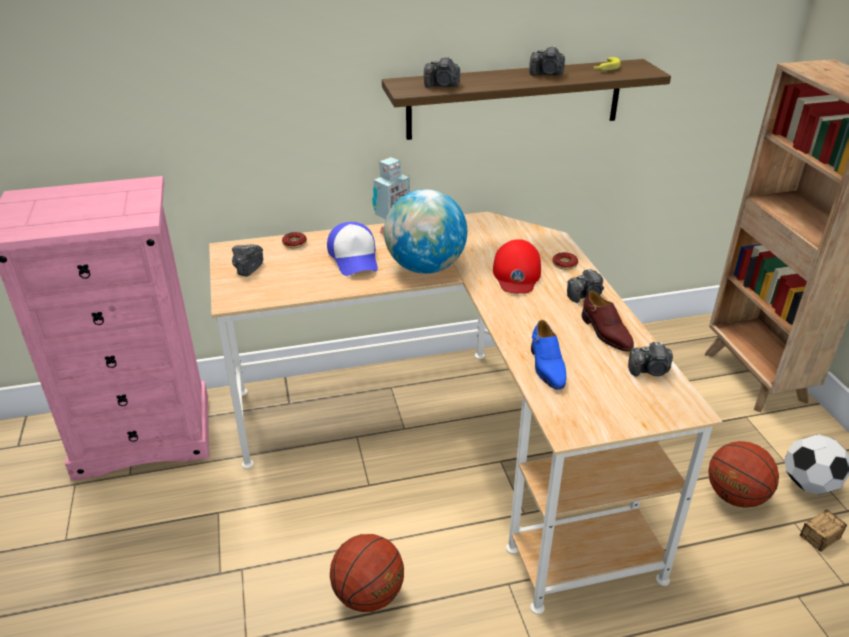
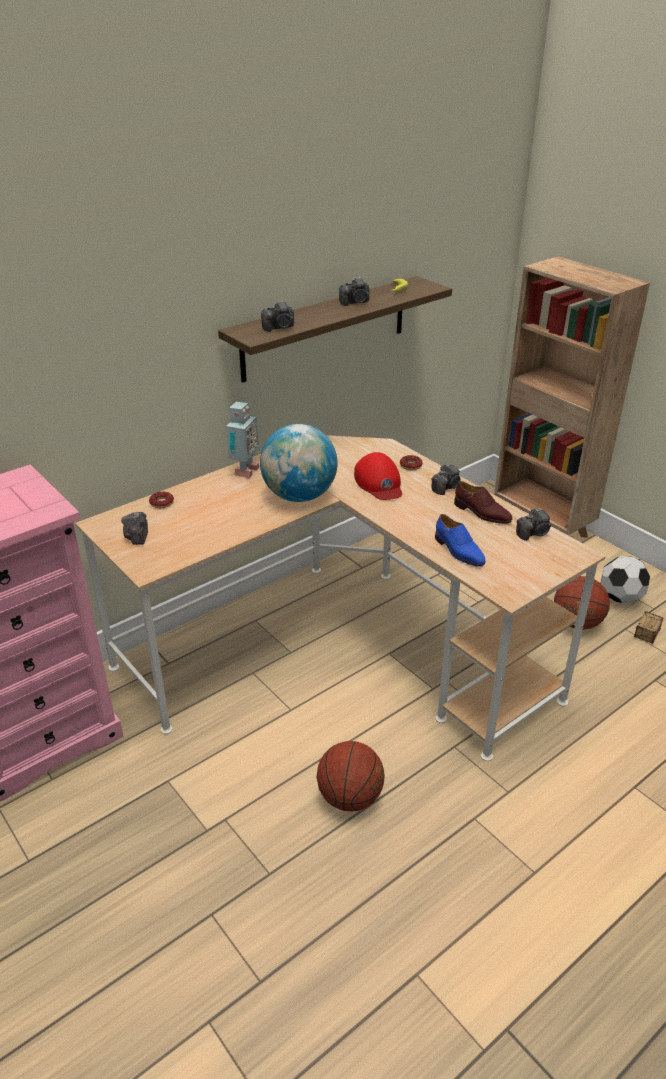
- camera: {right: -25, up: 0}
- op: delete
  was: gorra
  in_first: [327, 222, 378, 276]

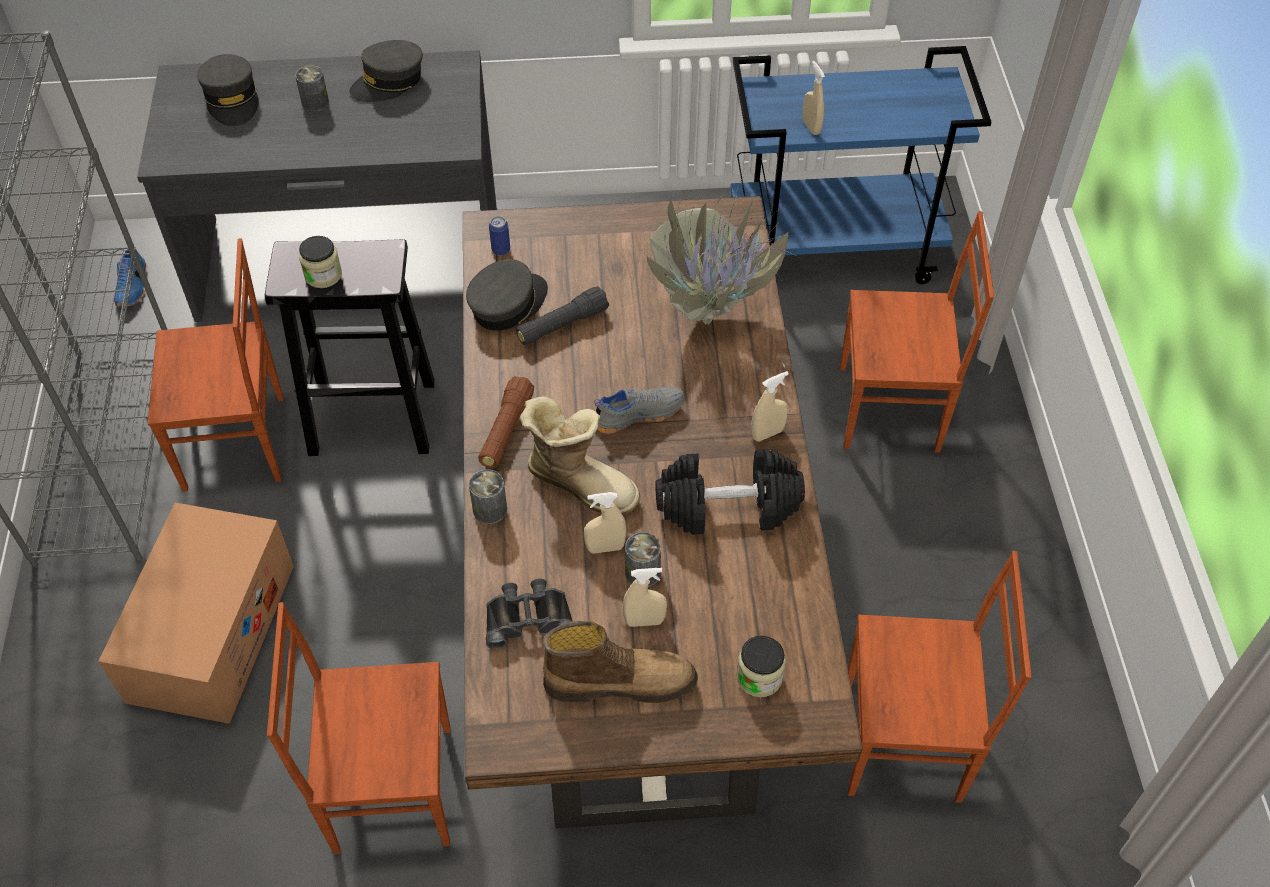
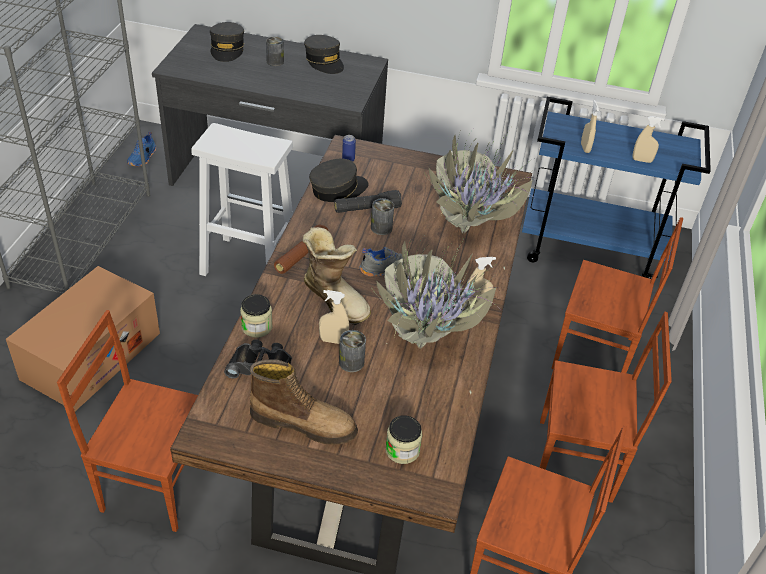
- camera: {right: 15, up: -10}
- op: recolor
  was: taburete (negro)
  now: taburete (blanco)
  in_first: [265, 239, 435, 456]
  in_second: [191, 123, 293, 276]
- op: move
  was: tarro
  in_first: [299, 236, 342, 288]
  in_second: [240, 294, 273, 338]
- op: rotate
  was: gorra (gris)
  in_first: [349, 40, 423, 102]
  in_second: [304, 35, 344, 74]
  clockwise: -105
- op: move
  was: lata
  in_first: [469, 469, 507, 524]
  in_second: [371, 198, 394, 235]
- op: replace
  was: mancuerna (negro)
  now: planta en maceta
  in_first: [655, 449, 805, 535]
  in_second: [372, 230, 502, 394]
- op: move
  was: silla (marrón)
  in_first: [147, 238, 284, 491]
  in_second: [539, 312, 672, 503]
- op: move
  was: pulverizador (beis)
  in_first: [623, 568, 667, 627]
  in_second: [632, 116, 665, 163]

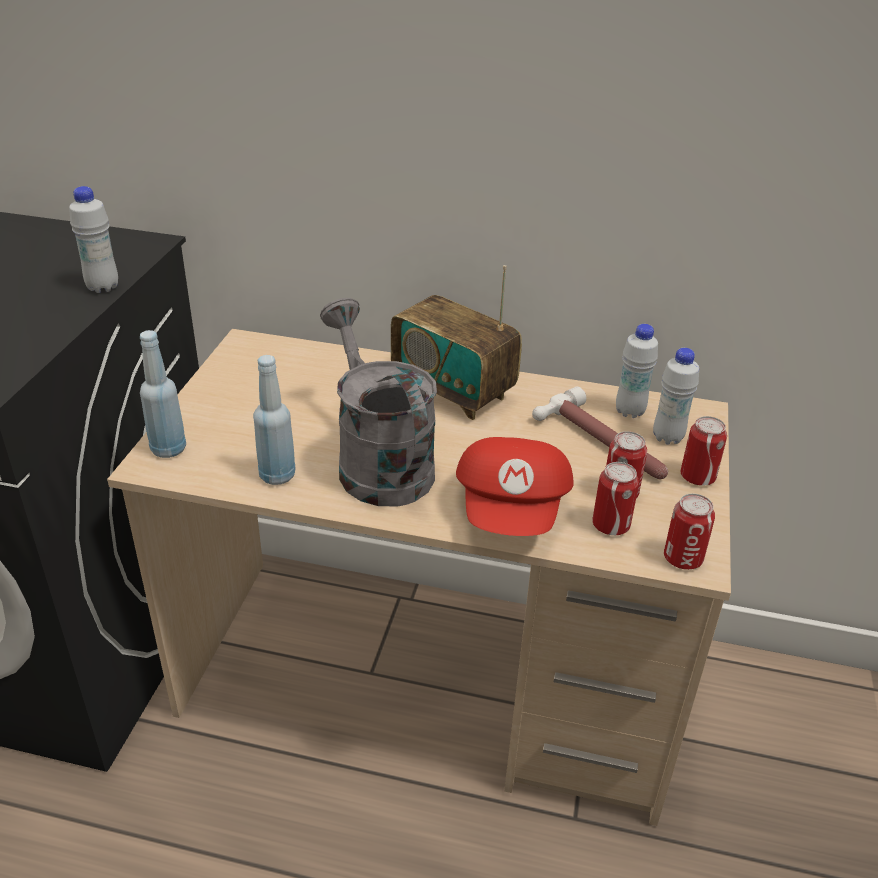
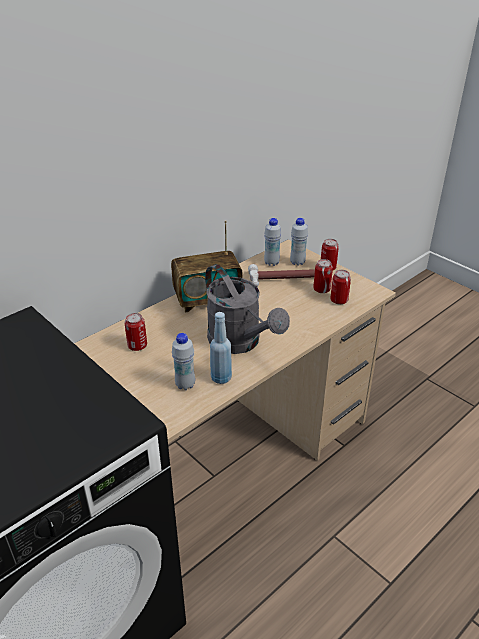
- camera: {right: -55, up: 0}
- op: move
  was: lata
  in_first: [664, 494, 715, 570]
  in_second: [125, 313, 147, 351]
- op: move
  was: botella (blanco)
  in_first: [69, 186, 118, 293]
  in_second: [172, 333, 195, 390]
- op: rotate
  was: regadera (gris)
  in_first: [320, 298, 437, 506]
  in_second: [205, 264, 290, 354]
  clockwise: -135
- op: delete
  was: botella (azul)
  in_first: [140, 330, 186, 458]
- op: delete
  was: gorra (rojo)
  in_first: [456, 437, 574, 536]

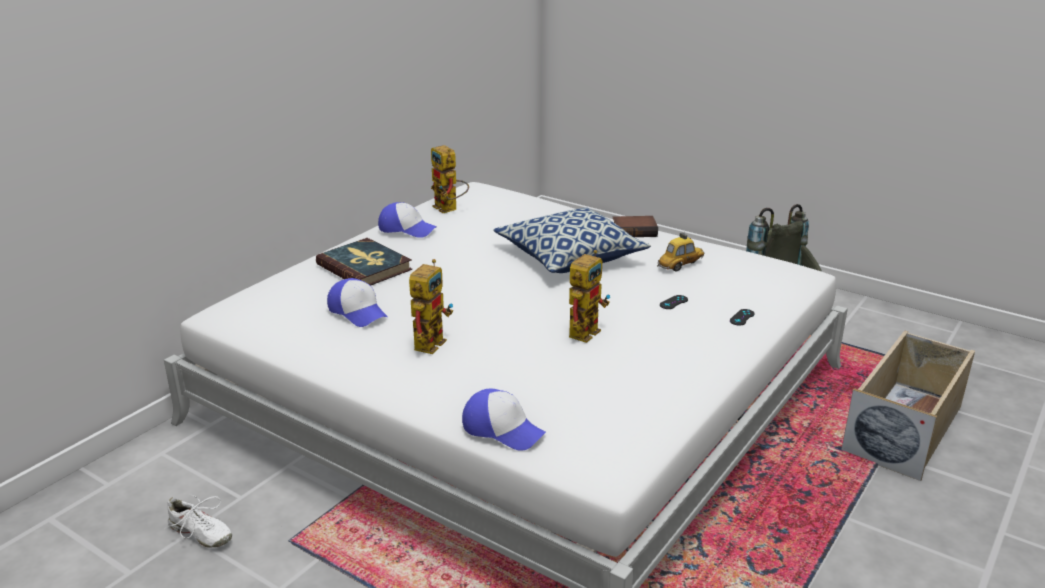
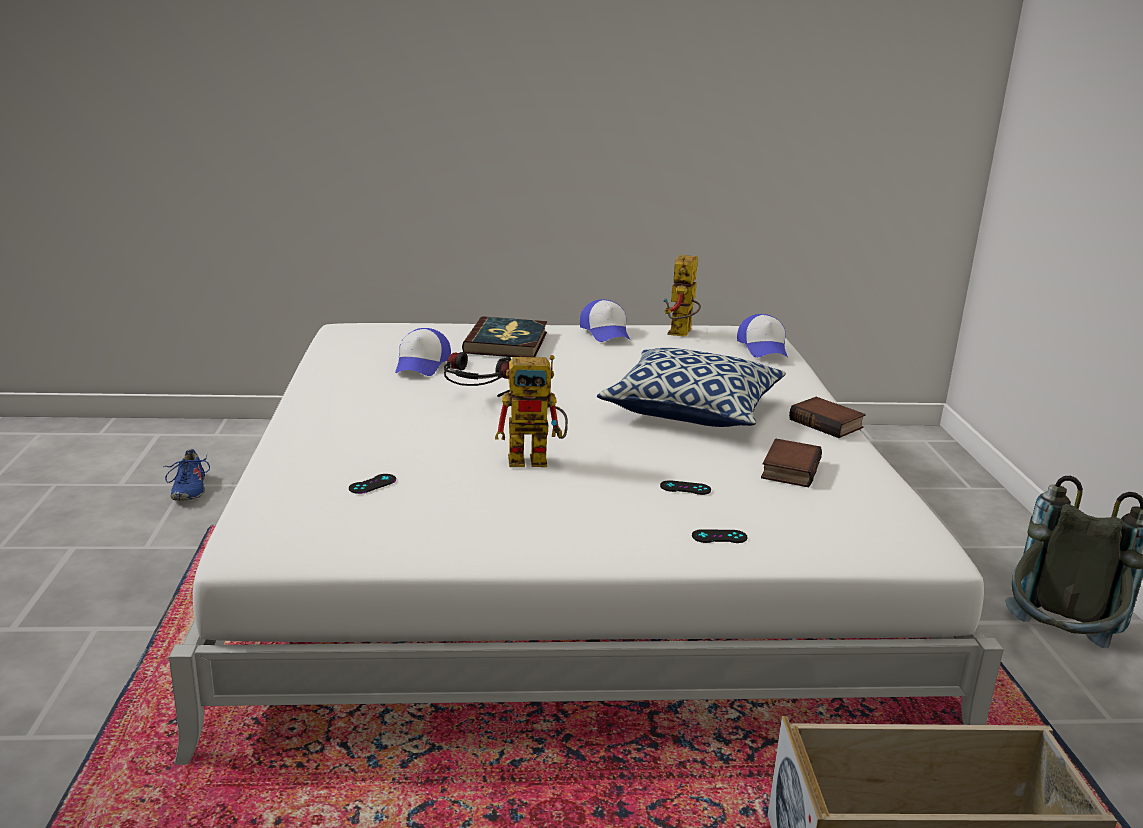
- camera: {right: 50, up: -5}
- op: recolor
  was: zapato (blanco)
  now: zapato (azul)
  in_first: [165, 493, 232, 548]
  in_second: [163, 449, 210, 501]
- op: insert
  now: mando de consola (negro)
  in_second: [349, 474, 396, 494]
- op: insert
  now: auriculares
  in_second: [444, 352, 511, 397]
- op: move
  was: gorra
  in_first: [462, 388, 546, 451]
  in_second: [737, 314, 788, 357]
- op: replace
  was: coche de juguete
  now: libro
  in_first: [657, 233, 704, 271]
  in_second: [761, 438, 822, 487]
- op: delete
  was: robot de juguete
  in_first: [409, 259, 453, 354]

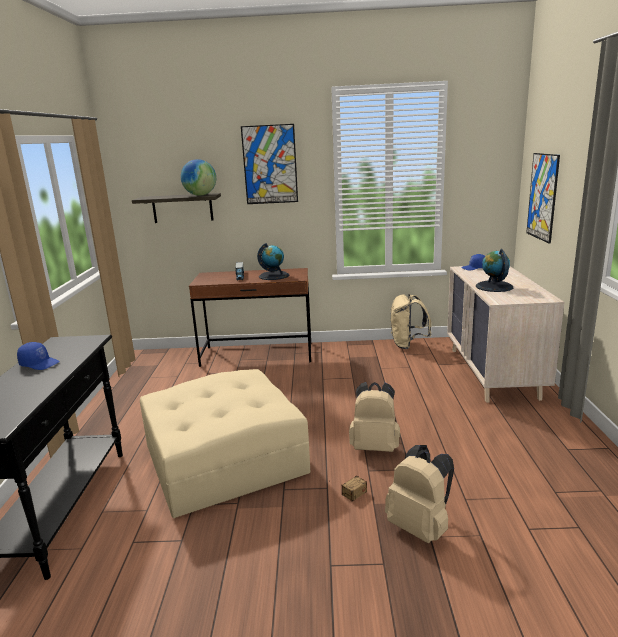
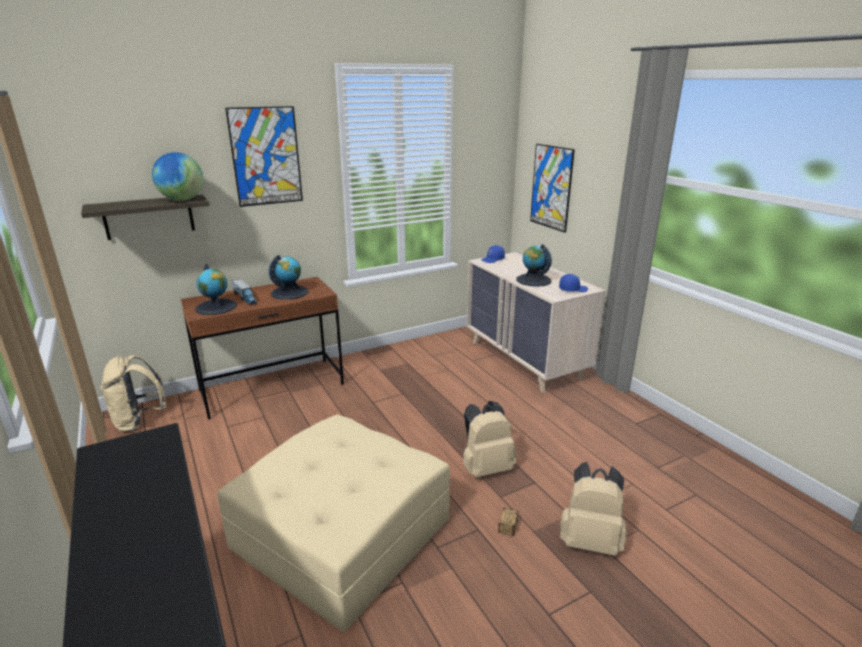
- camera: {right: -30, up: 5}
- op: move
  was: mochila (beis)
  in_first: [390, 294, 431, 349]
  in_second: [100, 355, 166, 432]
- op: insert
  now: globo terráqueo
  in_second: [195, 264, 237, 315]
- op: move
  was: gorra (azul)
  in_first: [17, 342, 60, 370]
  in_second: [559, 274, 588, 292]

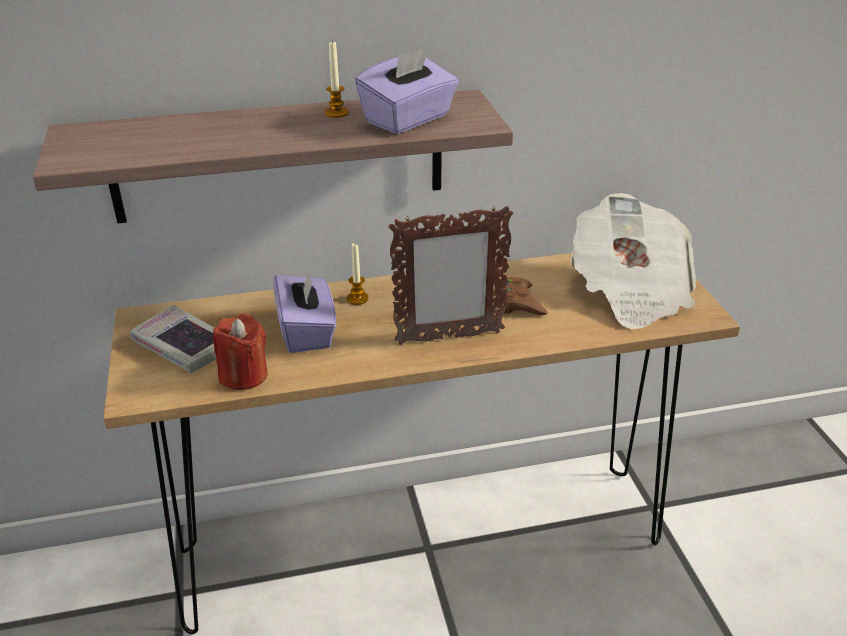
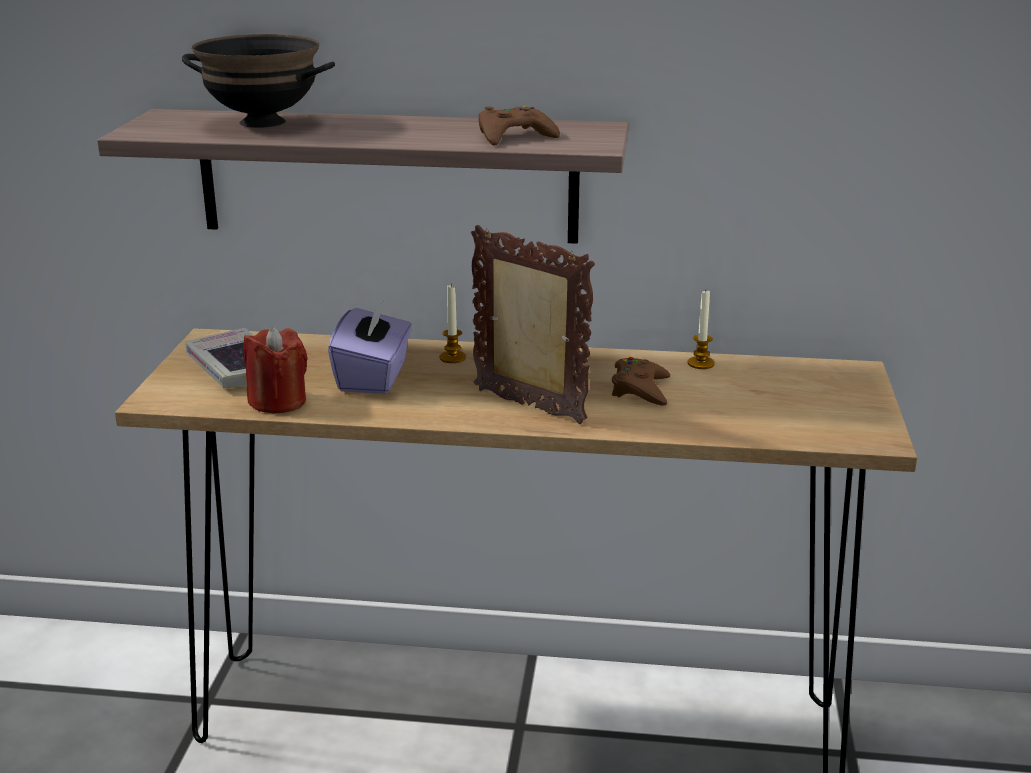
- camera: {right: 20, up: -10}
- op: insert
  now: cuenco (negro)
  in_second: [182, 34, 335, 128]
- op: rotate
  was: portarretratos
  in_first: [389, 206, 513, 345]
  in_second: [471, 225, 595, 424]
  clockwise: -150
- op: replace
  was: caja de pañuelos (morado)
  now: mando de consola (marrón)
  in_first: [355, 47, 459, 134]
  in_second: [479, 106, 560, 145]
- op: move
  was: vela
  in_first: [325, 41, 349, 118]
  in_second: [688, 291, 715, 369]
- op: delete
  was: periódico
  in_first: [570, 193, 696, 330]

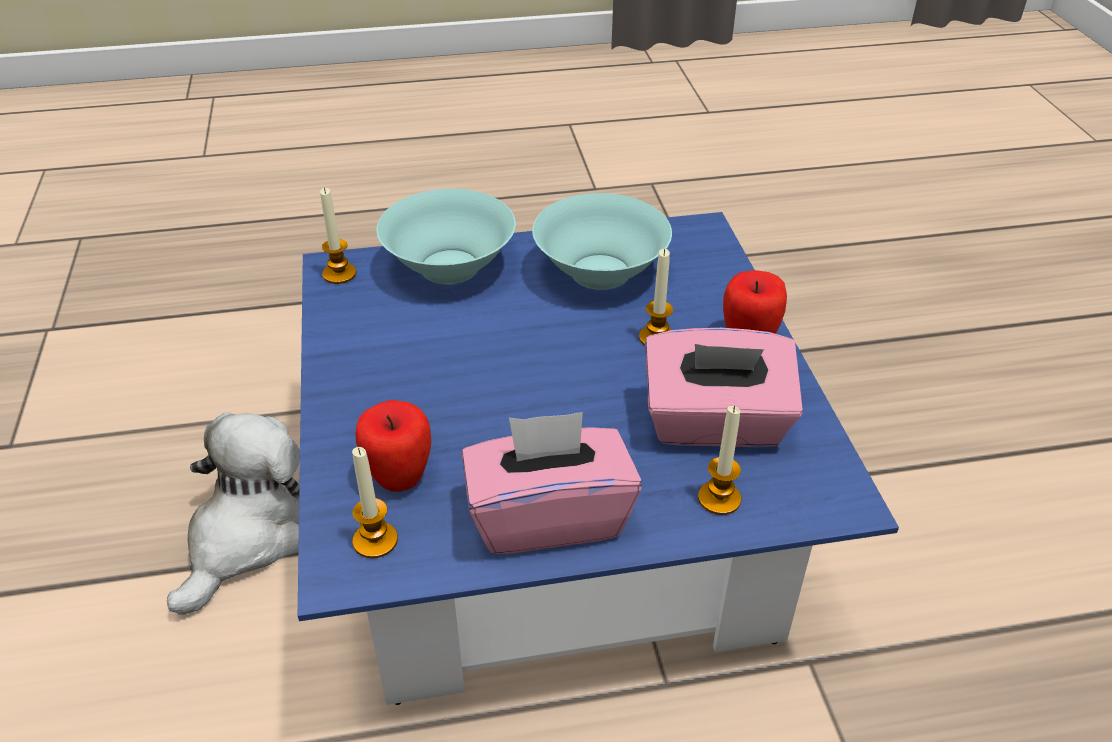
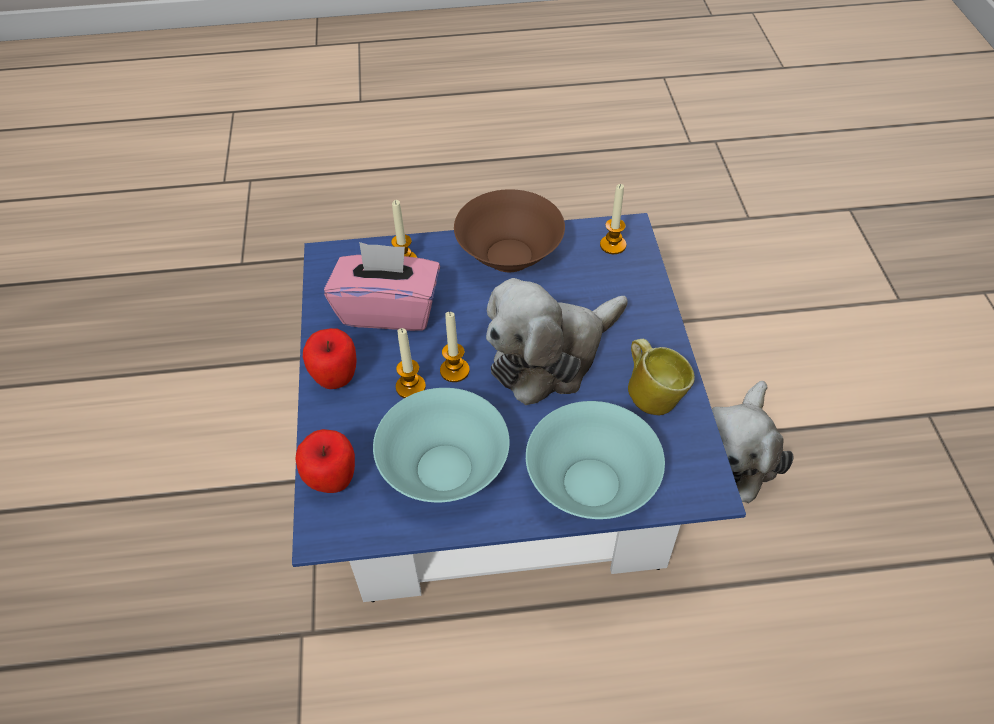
- camera: {right: -175, up: 10}
- op: move
  was: manzana
  in_first: [355, 400, 431, 492]
  in_second: [295, 429, 355, 493]
- op: move
  was: vela
  in_first: [320, 187, 356, 284]
  in_second: [440, 312, 470, 382]
- op: replace
  was: caja de pañuelos (rosa)
  now: cuenco (marrón)
  in_first: [462, 412, 642, 554]
  in_second: [454, 189, 565, 272]
- op: insert
  now: peluche
  in_second: [486, 278, 628, 405]
- op: insert
  now: taza grande
  in_second: [628, 339, 695, 415]

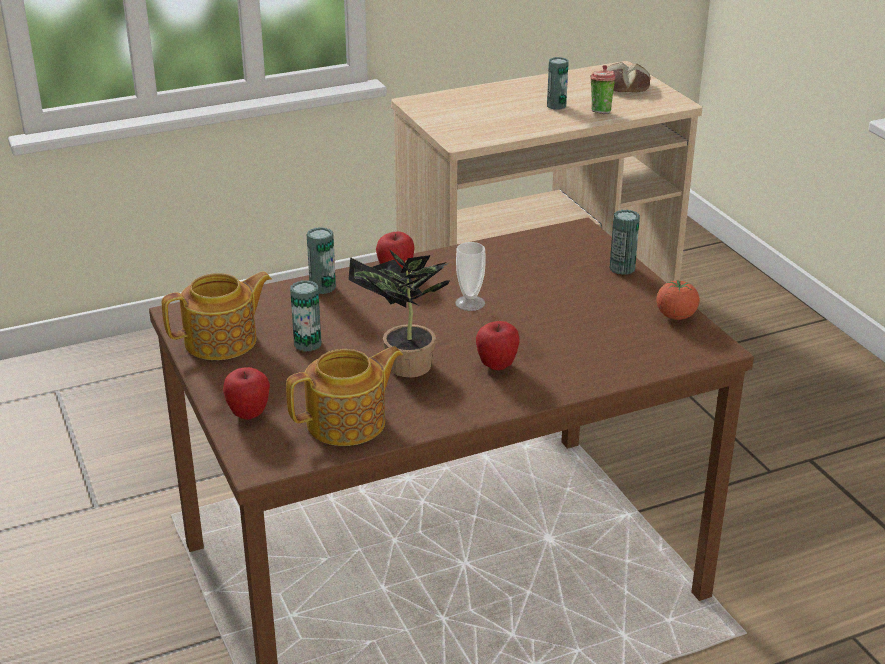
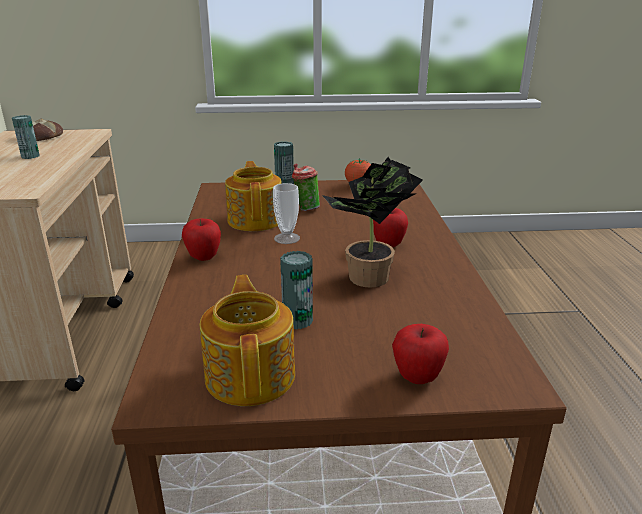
- camera: {right: -70, up: -5}
- op: move
  was: tetera
  in_first: [286, 346, 403, 446]
  in_second: [225, 161, 282, 231]
- op: move
  was: taza
  in_first: [590, 65, 615, 114]
  in_second: [292, 163, 320, 211]
- op: delete
  was: lata
  in_first: [307, 227, 336, 294]

